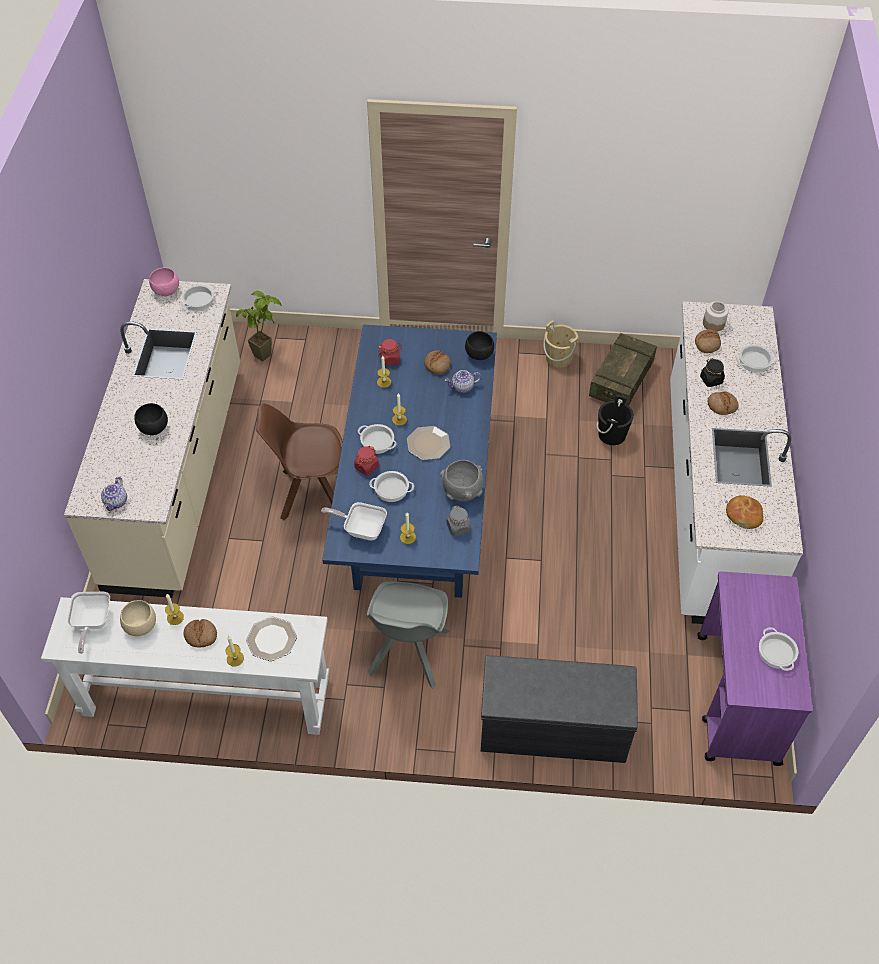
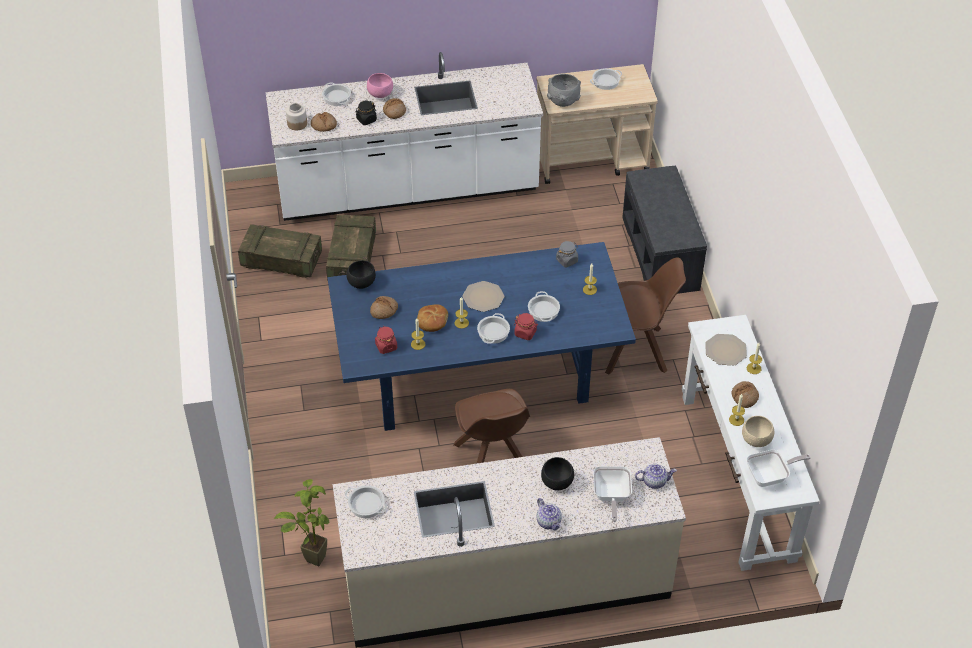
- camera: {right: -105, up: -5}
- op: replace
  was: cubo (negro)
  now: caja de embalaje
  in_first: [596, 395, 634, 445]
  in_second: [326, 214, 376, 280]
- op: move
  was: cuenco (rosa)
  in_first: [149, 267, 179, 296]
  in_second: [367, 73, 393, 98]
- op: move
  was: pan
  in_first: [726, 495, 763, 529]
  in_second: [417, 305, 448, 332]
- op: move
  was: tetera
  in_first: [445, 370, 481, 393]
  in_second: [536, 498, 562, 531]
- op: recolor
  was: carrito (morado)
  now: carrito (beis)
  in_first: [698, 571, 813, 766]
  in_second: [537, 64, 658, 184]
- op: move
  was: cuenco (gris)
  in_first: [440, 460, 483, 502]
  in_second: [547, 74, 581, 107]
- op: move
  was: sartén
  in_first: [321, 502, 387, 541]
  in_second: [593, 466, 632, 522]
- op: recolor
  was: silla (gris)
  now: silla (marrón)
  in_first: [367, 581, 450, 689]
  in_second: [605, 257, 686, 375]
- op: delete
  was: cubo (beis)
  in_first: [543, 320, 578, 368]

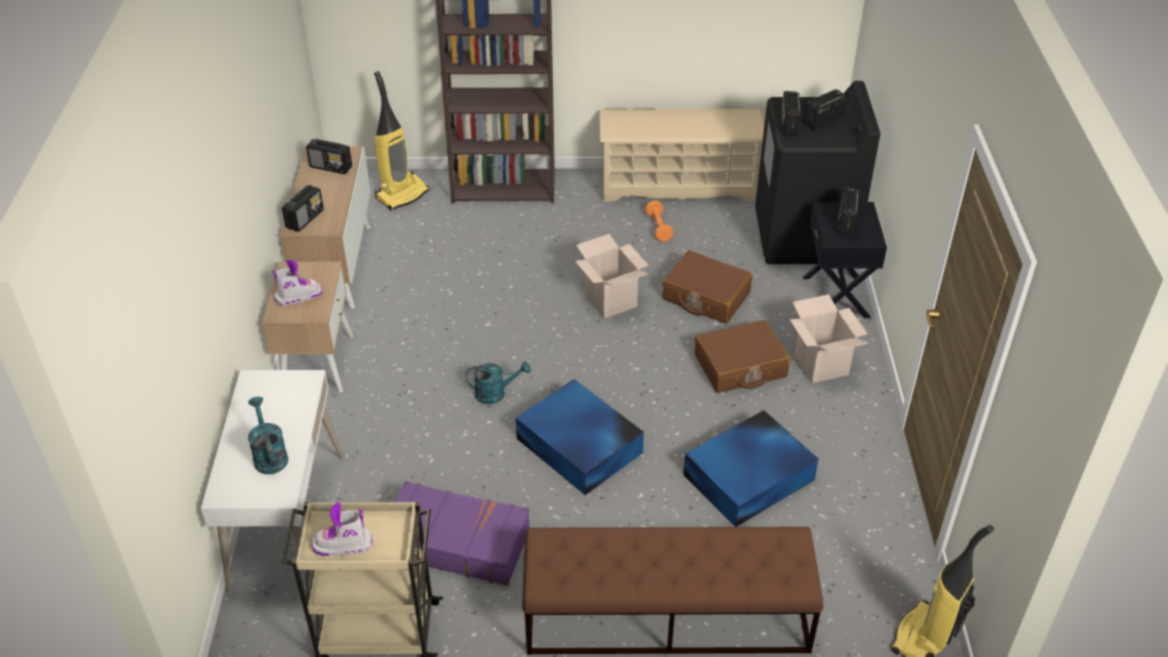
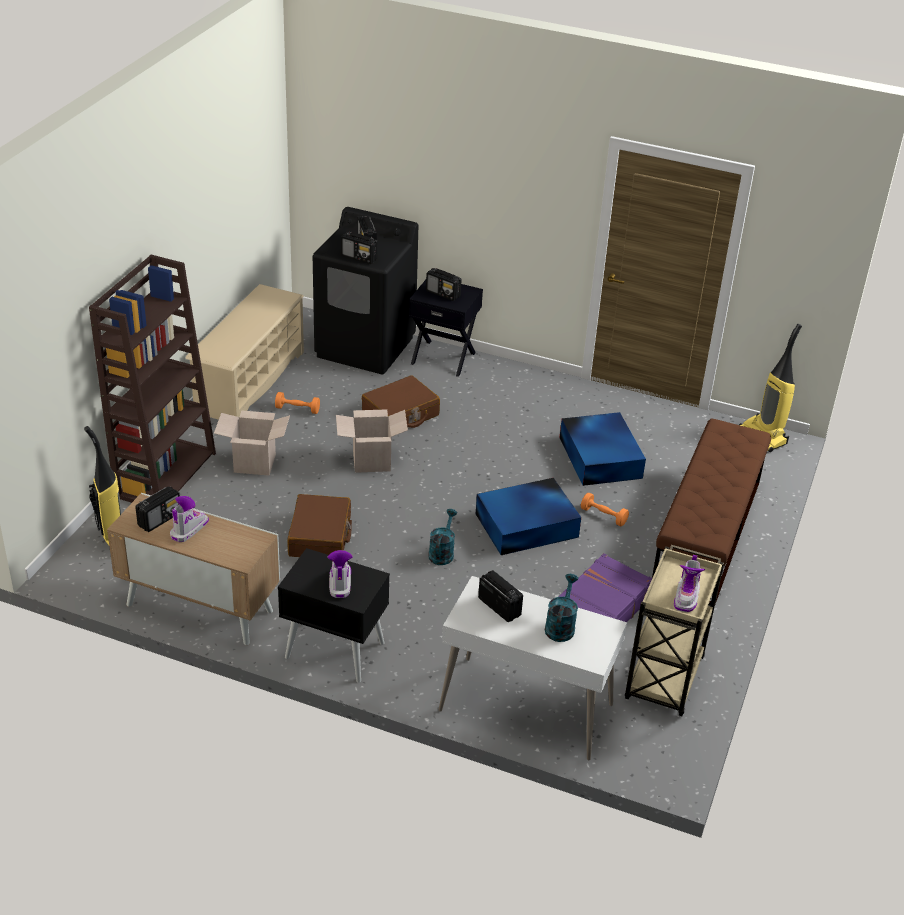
- camera: {right: -70, up: -5}
- op: insert
  now: bota
  in_second: [170, 496, 209, 542]
- op: move
  was: caja de cartón
  in_first: [790, 294, 867, 383]
  in_second: [214, 410, 290, 476]
- op: recolor
  was: mesita de noche (beis)
  now: mesita de noche (negro)
  in_first: [262, 261, 354, 393]
  in_second: [278, 548, 390, 683]
- op: move
  was: maleta (marrón)
  in_first: [695, 320, 790, 393]
  in_second: [287, 494, 352, 557]
- op: move
  was: radio
  in_first: [282, 185, 324, 232]
  in_second: [478, 570, 523, 622]
- op: rotate
  was: regadera (turquesa)
  in_first: [248, 397, 288, 474]
  in_second: [545, 574, 578, 642]
  clockwise: 105
- op: insert
  now: mancuerna (naranja)
  in_second: [581, 493, 629, 526]

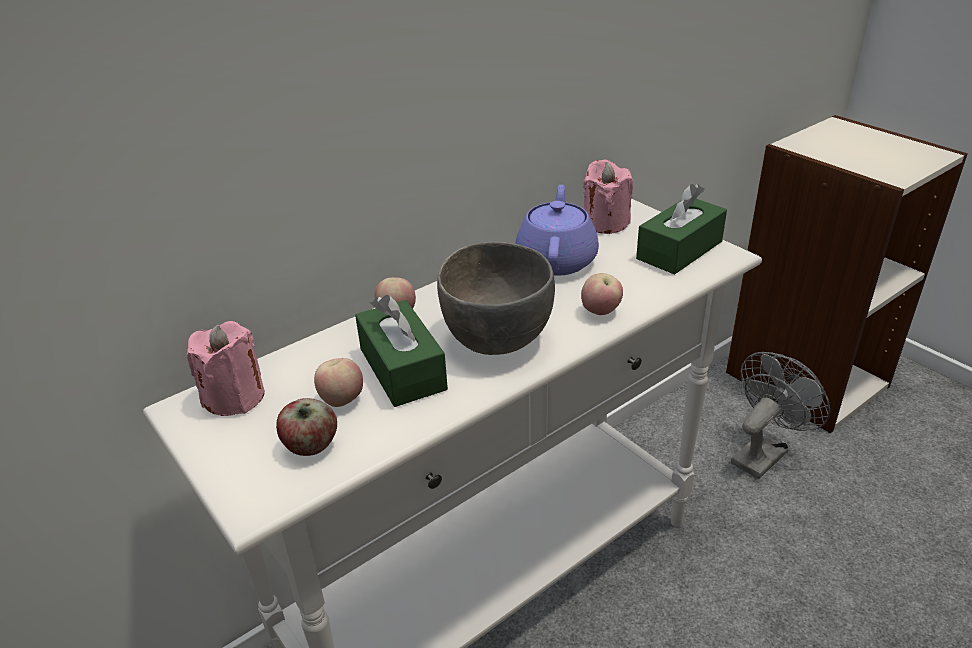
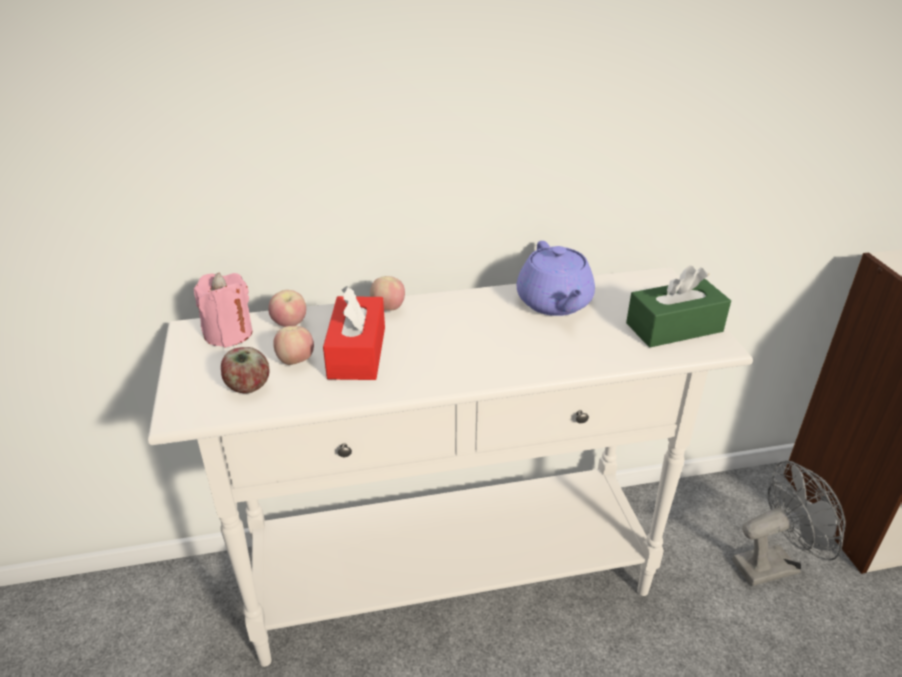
- camera: {right: 25, up: 0}
- op: move
  was: manzana
  in_first: [581, 273, 623, 315]
  in_second: [268, 290, 306, 327]
- op: recolor
  was: caja de pañuelos (verde)
  now: caja de pañuelos (rojo)
  in_first: [355, 295, 448, 407]
  in_second: [323, 286, 385, 380]
- op: rotate
  was: tetera (morado)
  in_first: [516, 184, 599, 276]
  in_second: [517, 241, 595, 316]
  clockwise: 135
- op: delete
  was: cuenco (gris)
  in_first: [437, 242, 555, 355]
- op: delete
  was: vela (rosa)
  in_first: [583, 160, 633, 234]

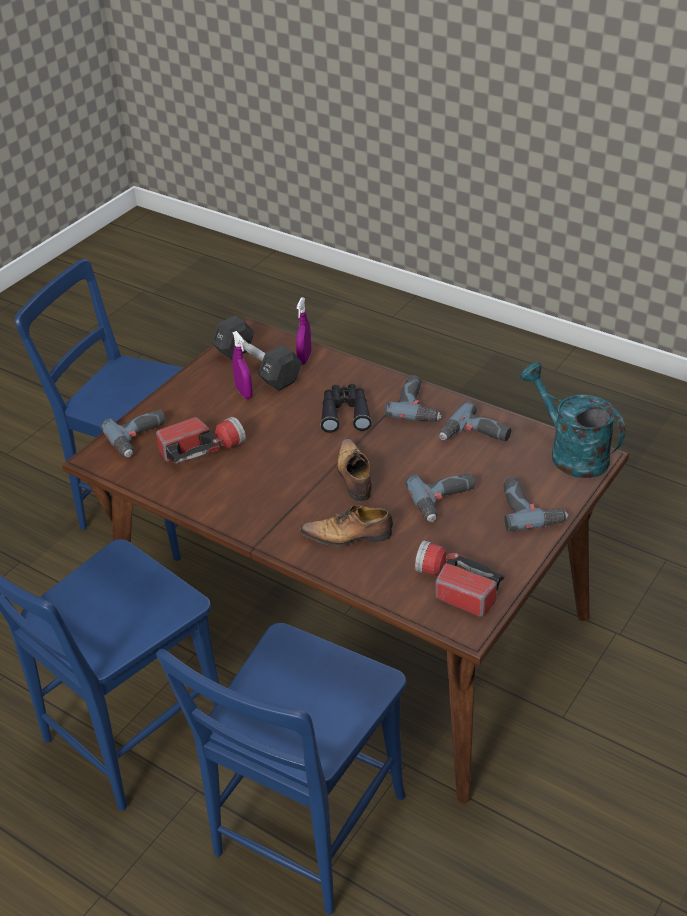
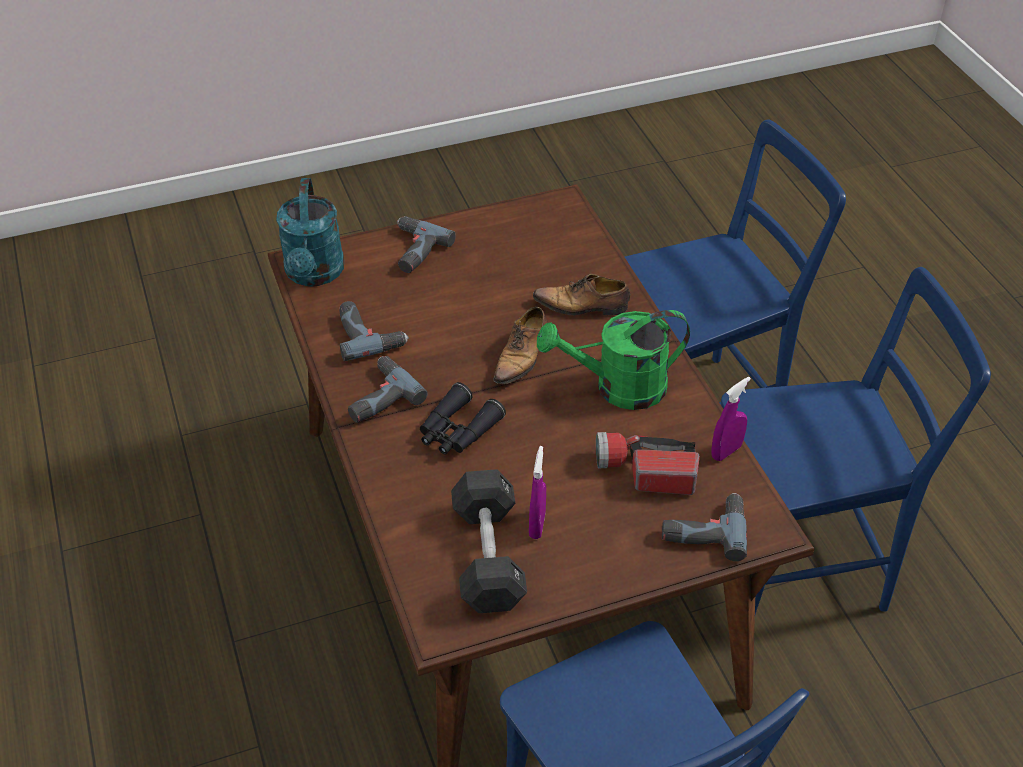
- camera: {right: -145, up: 5}
- op: rotate
  was: zapato
  in_first: [301, 505, 393, 546]
  in_second: [533, 274, 630, 315]
  clockwise: 150
- op: insert
  now: regadera (verde)
  in_second: [537, 310, 690, 410]
- op: move
  was: pulverizador (morado)
  in_first: [296, 297, 311, 365]
  in_second: [711, 377, 751, 461]
- op: delete
  was: taladro
  in_first: [405, 474, 475, 522]
- op: delete
  was: linterna
  in_first: [415, 541, 505, 617]

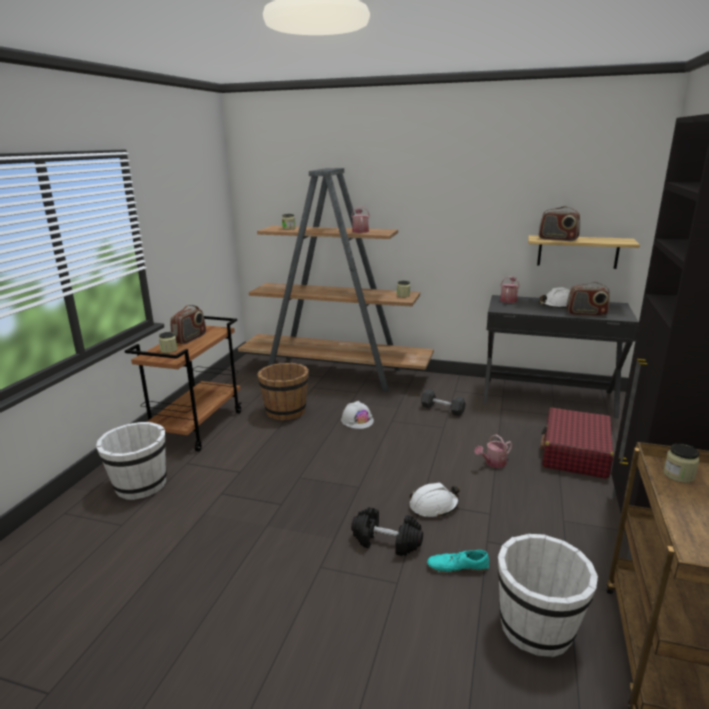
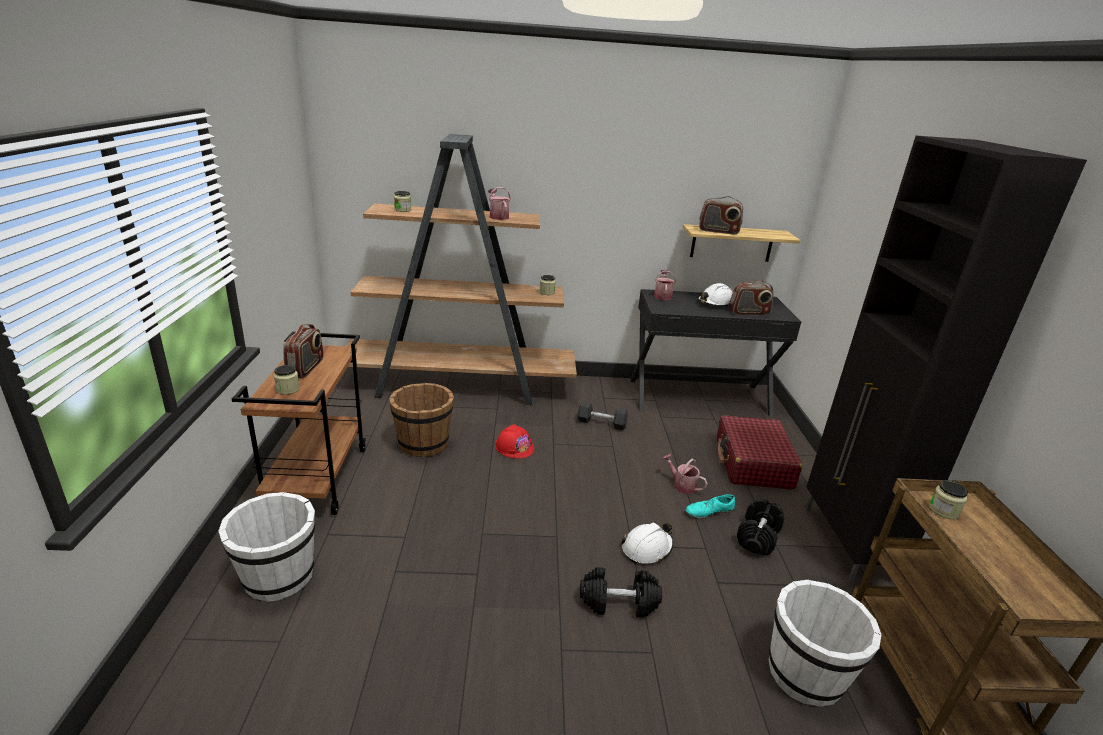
- camera: {right: -20, up: 5}
- op: recolor
  was: casco (blanco)
  now: casco (rojo)
  in_first: [341, 401, 374, 429]
  in_second: [495, 424, 534, 458]
- op: rotate
  was: regadera
  in_first: [474, 434, 513, 468]
  in_second: [662, 454, 708, 494]
  clockwise: 90
- op: move
  was: zapato (turquesa)
  in_first: [427, 550, 489, 574]
  in_second: [685, 494, 735, 519]
- op: insert
  now: mancuerna (negro)
  in_second: [737, 499, 785, 556]

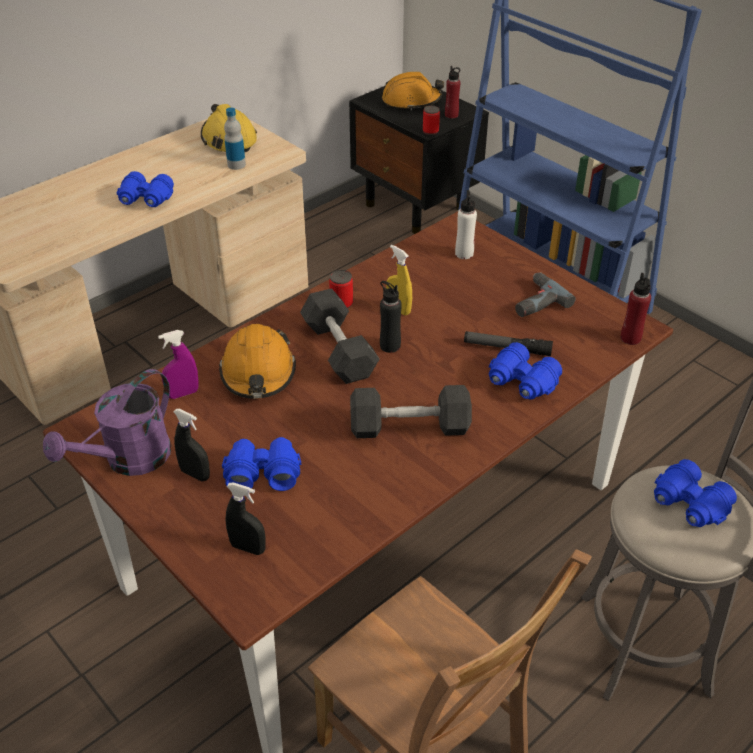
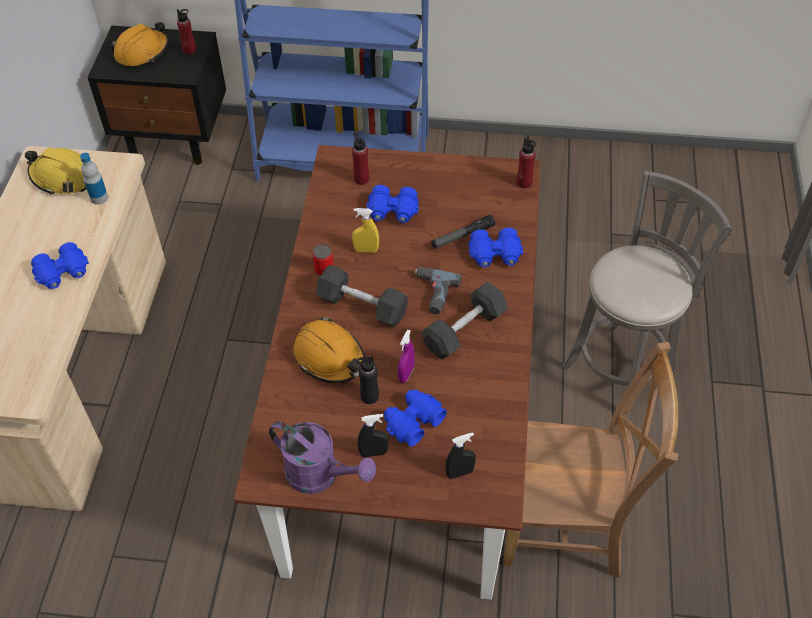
- camera: {right: -40, up: 10}
- op: rotate
  was: regadera (morado)
  in_first: [43, 369, 171, 476]
  in_second: [269, 421, 376, 494]
  clockwise: -60
- op: recolor
  was: botella (blanco)
  now: botella (rojo)
  in_first: [455, 190, 477, 259]
  in_second: [352, 133, 369, 185]
- op: move
  was: botella (negro)
  in_first: [380, 281, 402, 353]
  in_second: [357, 355, 379, 404]
- op: move
  was: prismáticos (azul)
  in_first: [654, 459, 737, 527]
  in_second: [367, 185, 419, 223]
- op: move
  was: pulverizador (morado)
  in_first: [158, 330, 199, 399]
  in_second: [398, 330, 414, 383]
- op: move
  was: taladro
  in_first: [515, 272, 576, 317]
  in_second: [414, 267, 462, 314]
- op: delete
  was: lata
  in_first: [423, 106, 440, 135]

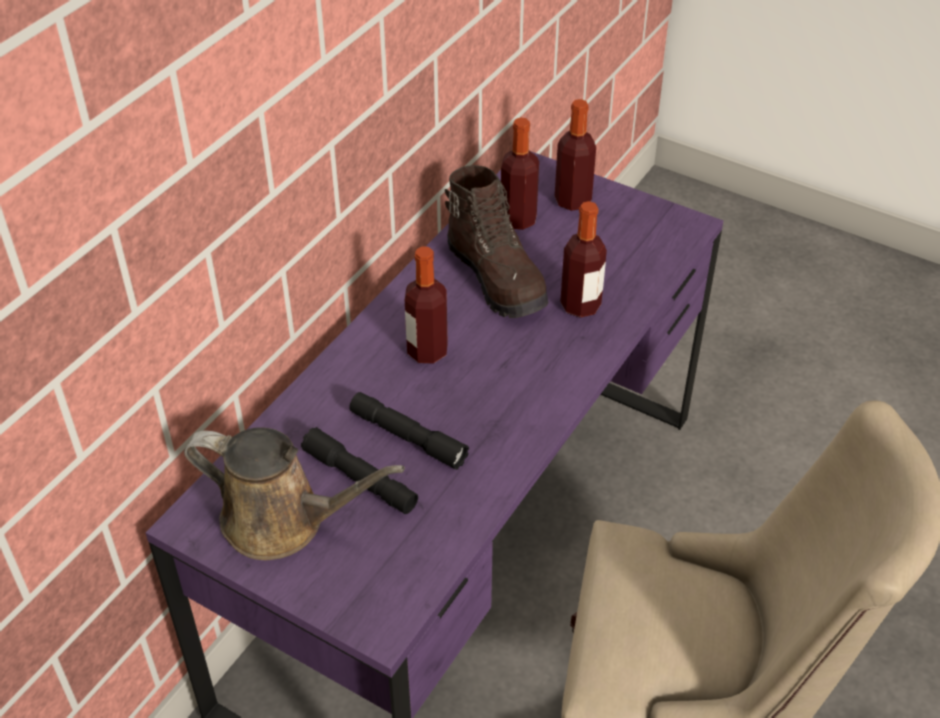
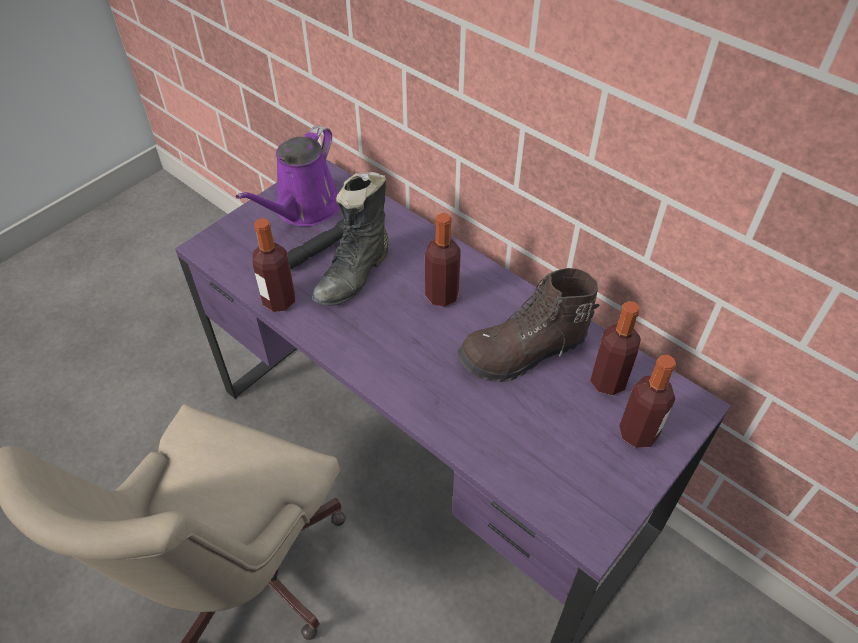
- camera: {right: 100, up: 5}
- op: recolor
  was: regadera (marrón)
  now: regadera (morado)
  in_first: [184, 427, 405, 560]
  in_second: [236, 125, 340, 227]
- op: move
  was: botella
  in_first: [560, 201, 607, 318]
  in_second: [253, 218, 295, 312]
- op: replace
  was: linterna (negro)
  now: bota (negro)
  in_first: [349, 392, 469, 470]
  in_second: [311, 172, 389, 306]

